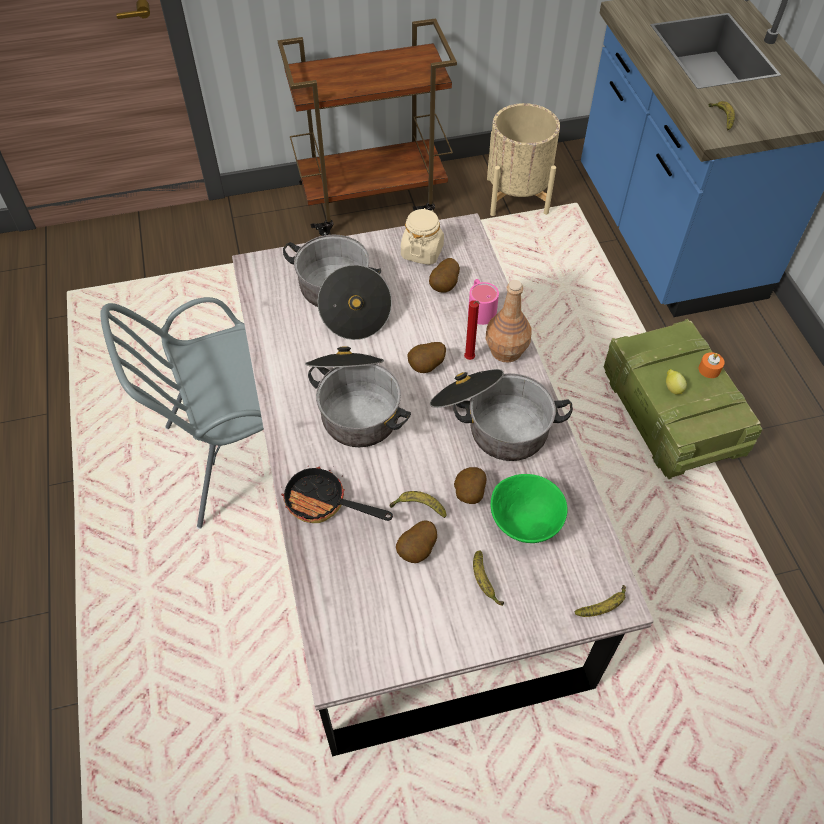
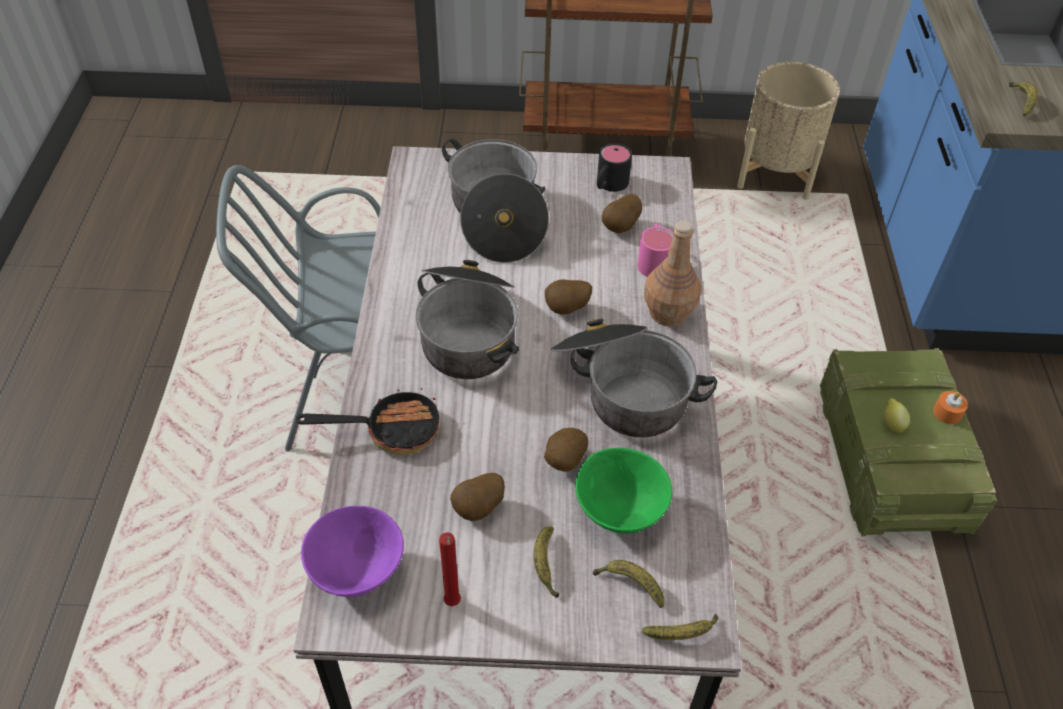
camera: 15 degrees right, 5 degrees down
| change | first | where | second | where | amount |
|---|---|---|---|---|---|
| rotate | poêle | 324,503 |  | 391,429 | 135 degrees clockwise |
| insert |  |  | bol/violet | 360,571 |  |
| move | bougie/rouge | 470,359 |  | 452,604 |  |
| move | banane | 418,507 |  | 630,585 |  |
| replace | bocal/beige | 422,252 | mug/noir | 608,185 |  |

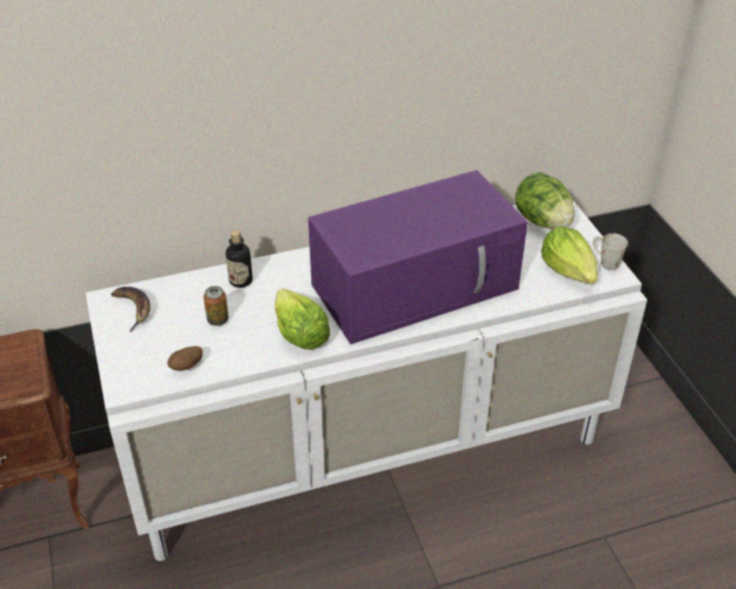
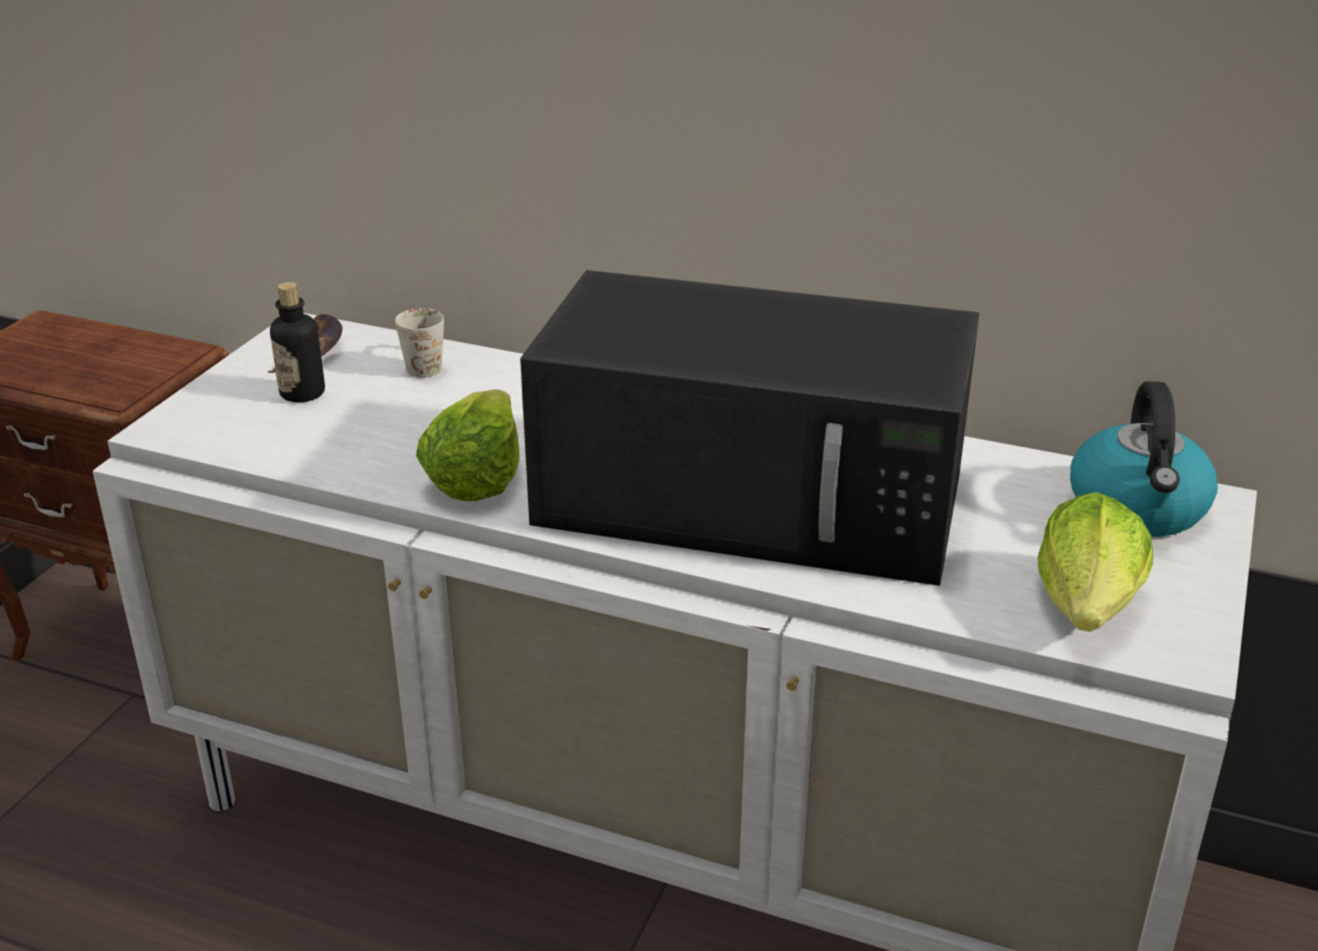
camera: 40 degrees right, 10 degrees down
| change | first | where | second | where | amount |
|---|---|---|---|---|---|
| move | bouteille | 241,281 |  | 302,393 |  |
| move | mug/blanc | 604,261 |  | 425,364 |  |
| recolor | micro-ondes/violet | 417,285 | micro-ondes/noir | 757,498 |  |
| replace | laitue | 542,221 | bouilloire | 1138,509 |  |
| delete | pomme de terre | 187,367 |  |  |  |
| delete | boîte métallique | 217,320 |  |  |  |

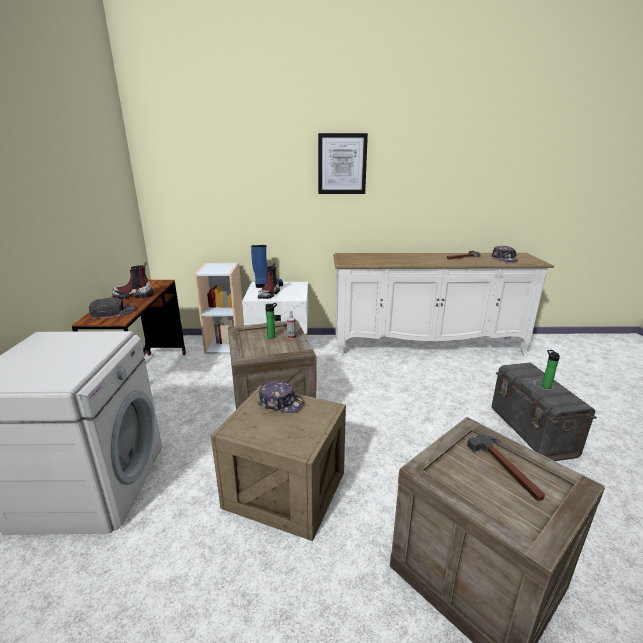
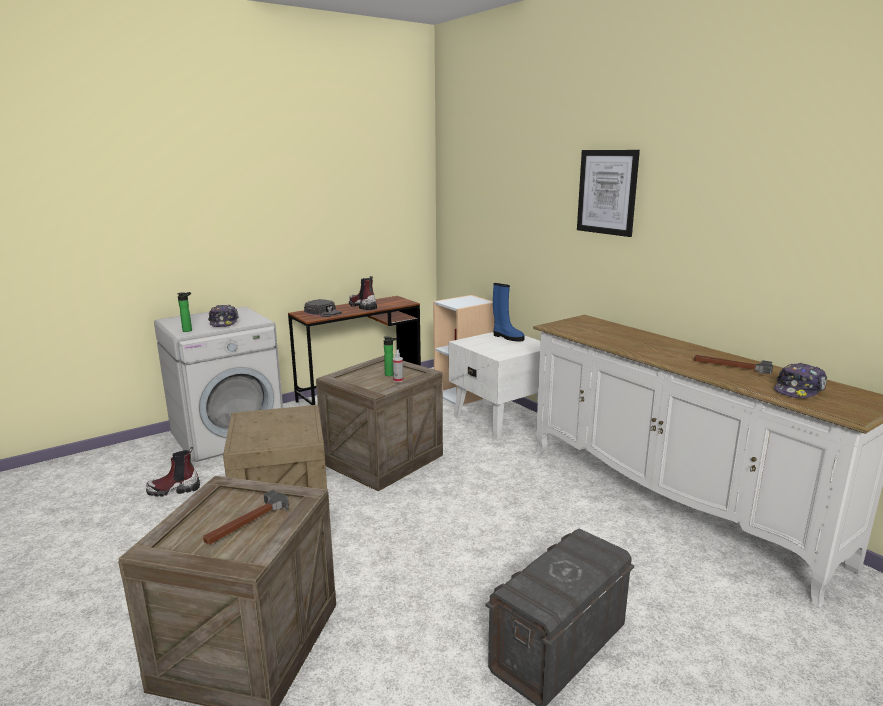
camera: 55 degrees right, 5 degrees down
| change | first | where | second | where | amount |
|---|---|---|---|---|---|
| move | botte | 269,294 |  | 174,490 |  |
| move | bouteille | 545,385 |  | 189,330 |  |
| move | casquette | 281,403 |  | 224,322 |  |

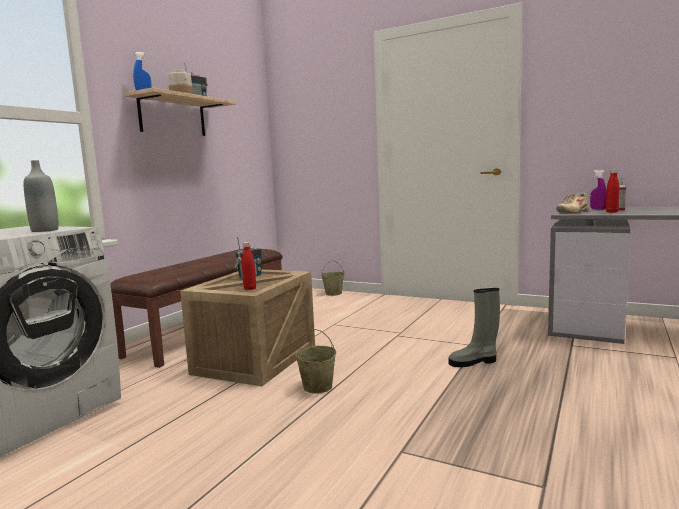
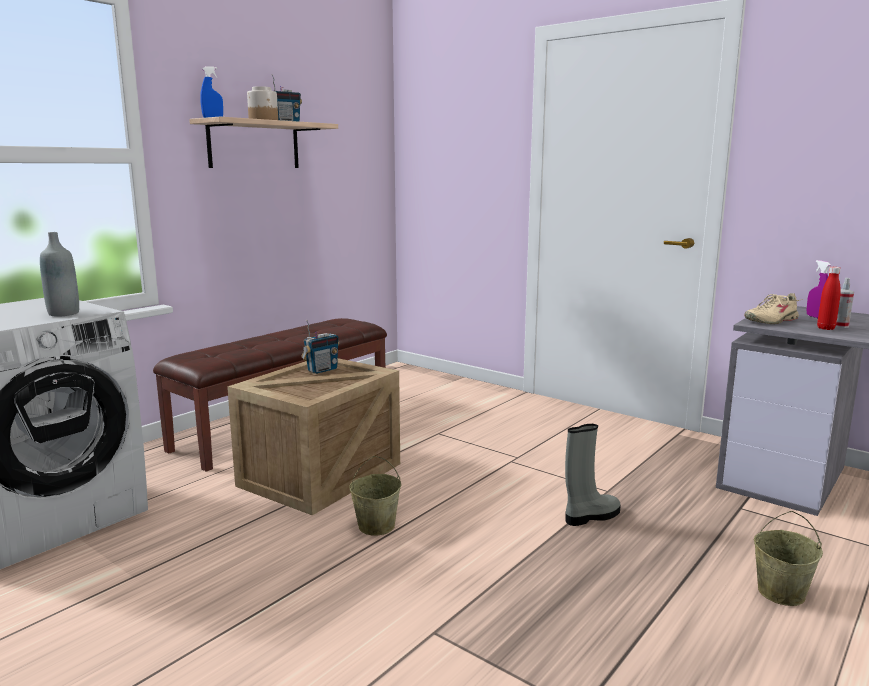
camera: 10 degrees right, 5 degrees up
| change | first | where | second | where | amount |
|---|---|---|---|---|---|
| rotate | botte/gris | 474,362 |  | 591,516 | 150 degrees clockwise |
| move | seau/beige | 334,293 |  | 781,592 |  |
| delete | bouteille/rouge | 250,288 |  |  |  |

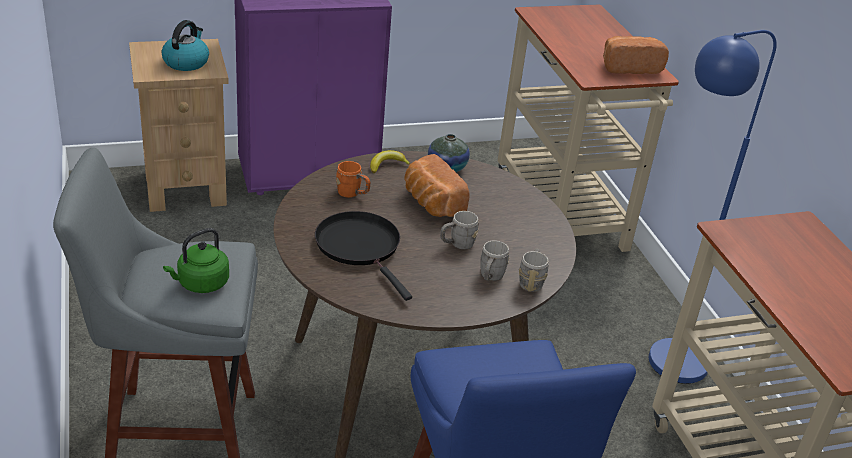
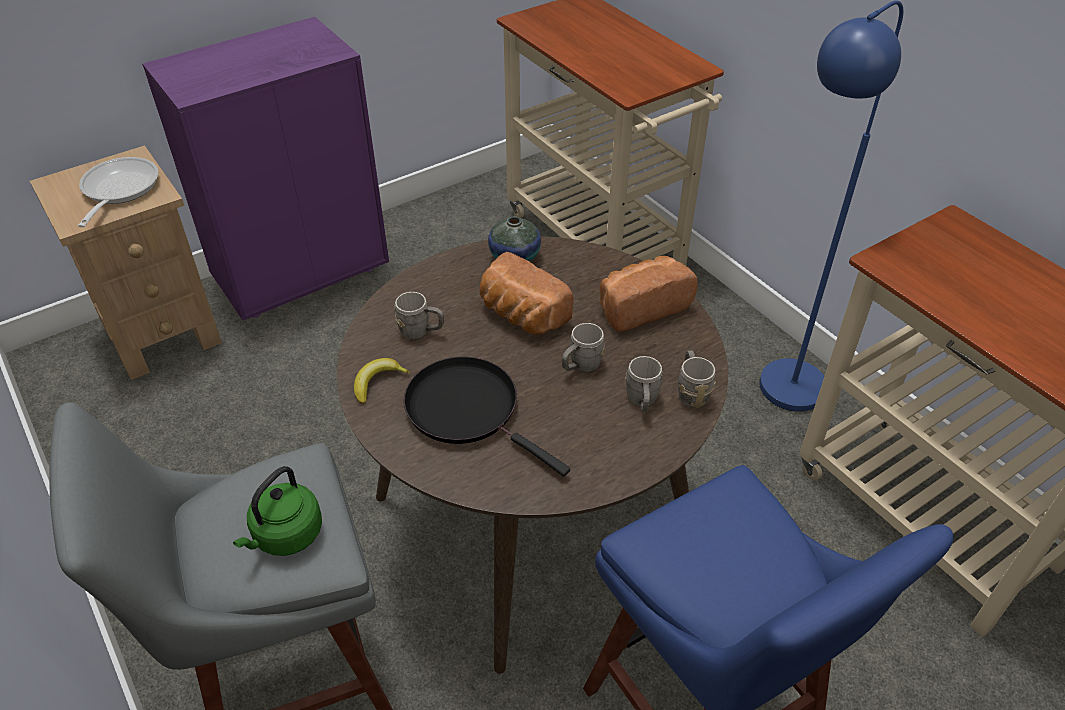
camera: 15 degrees left, 10 degrees up
| change | first | where | second | where | amount |
|---|---|---|---|---|---|
| replace | bouilloire | 186,62 | poêle | 118,190 |  |
| move | banane | 387,165 |  | 377,383 |  |
| recolor | mug/orange | 352,194 | mug/gris | 421,331 |  |
| move | pain | 629,67 |  | 641,307 |  |

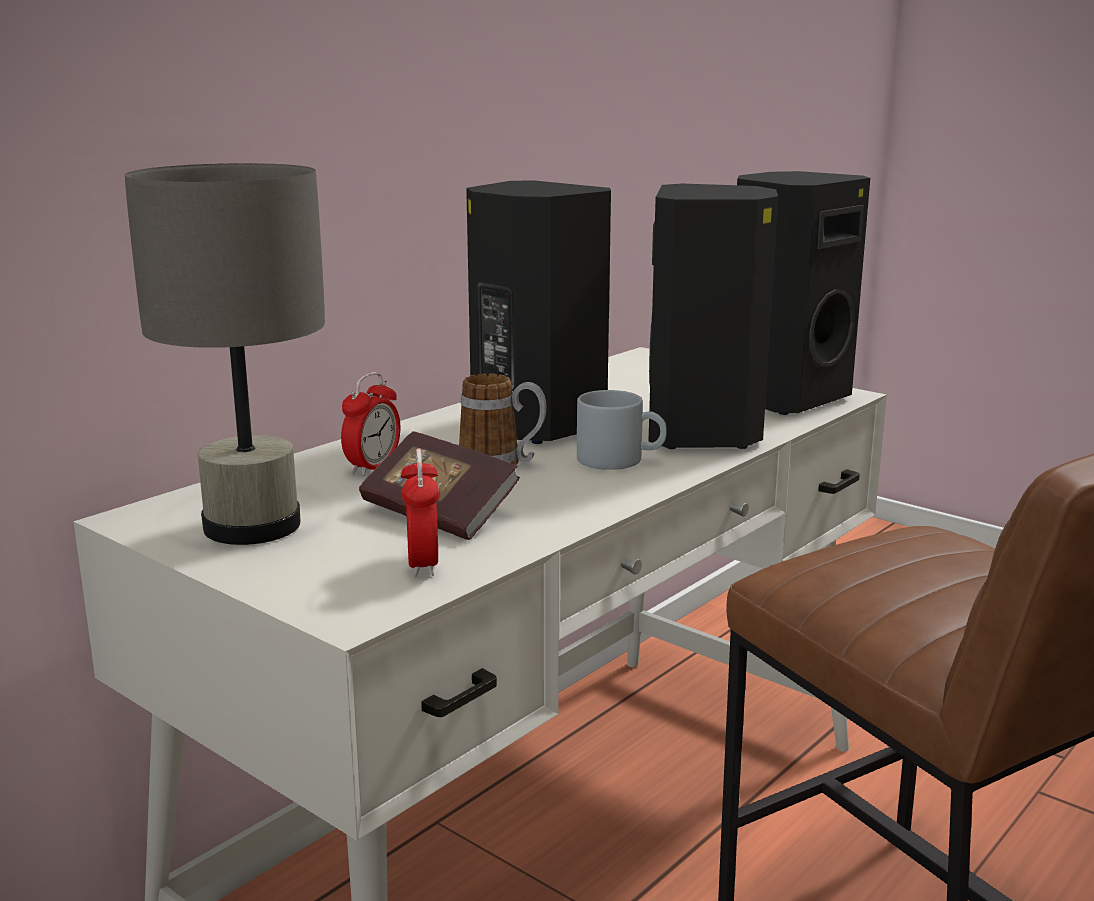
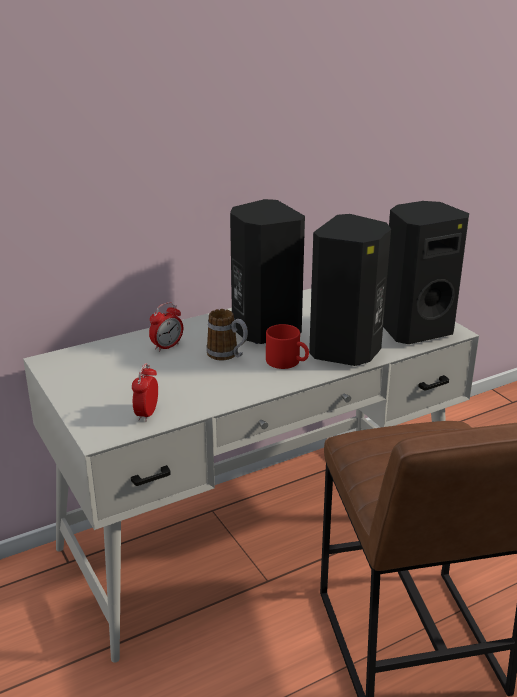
camera: 20 degrees right, 10 degrees up
| change | first | where | second | where | amount |
|---|---|---|---|---|---|
| recolor | mug/gris | 621,459 | mug/rouge | 288,362 |  |
| delete | lampe de table/gris | 252,525 |  |  |  |
| delete | livre | 439,514 |  |  |  |

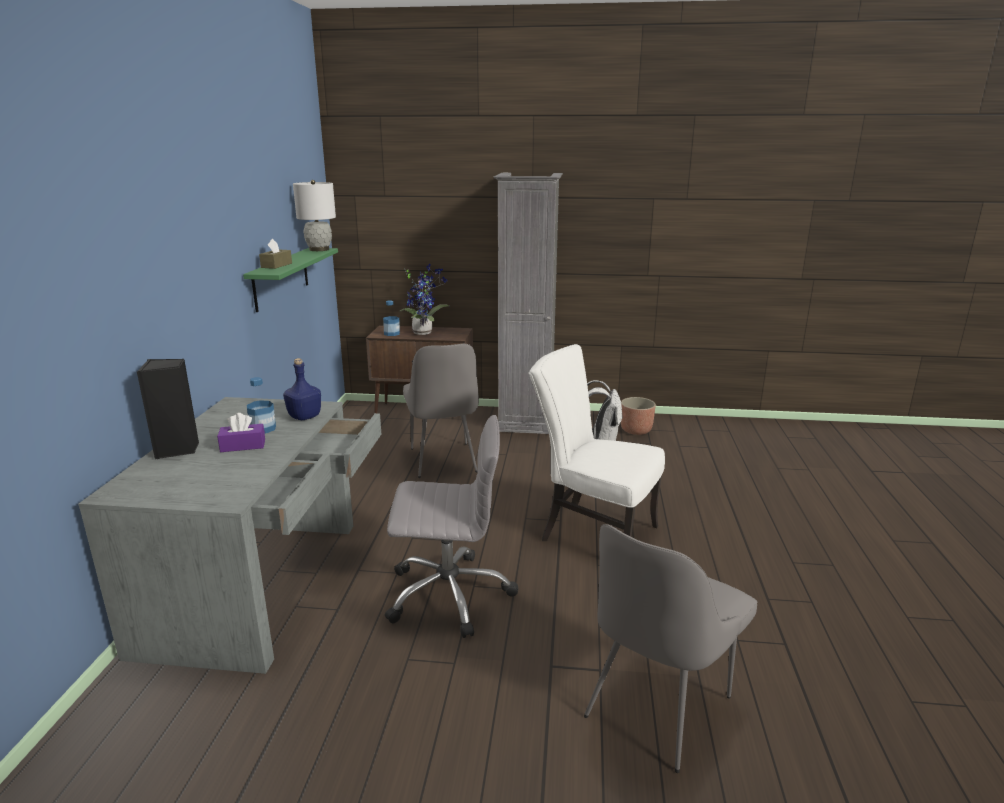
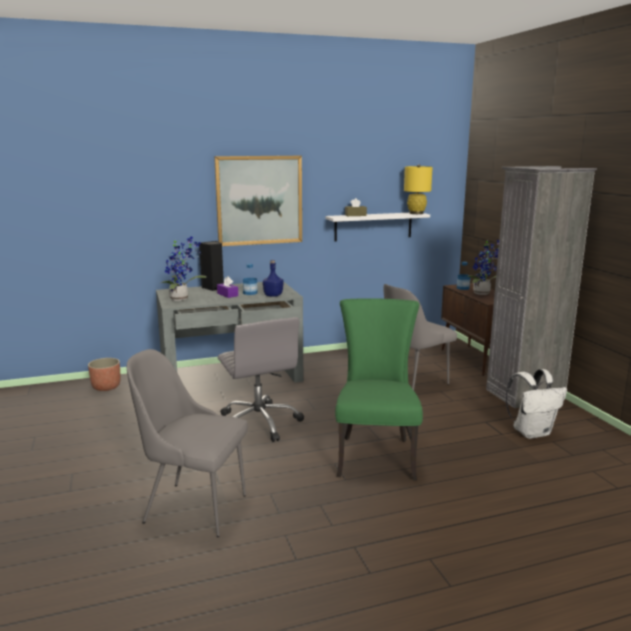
camera: 65 degrees right, 5 degrees down
| change | first | where | second | where | amount |
|---|---|---|---|---|---|
| move | cache-pot | 635,430 |  | 106,387 |  |
| insert |  |  | plante en pot | 181,299 |  |
| insert |  |  | tableau | 259,200 |  |
| recolor | étagère/vert | 281,278 | étagère/blanc | 373,226 |  |
| recolor | chaise/blanc | 592,532 | chaise/vert | 375,454 |  |
| recolor | lampe de table/blanc | 319,249 | lampe de table/jaune | 416,213 |  |

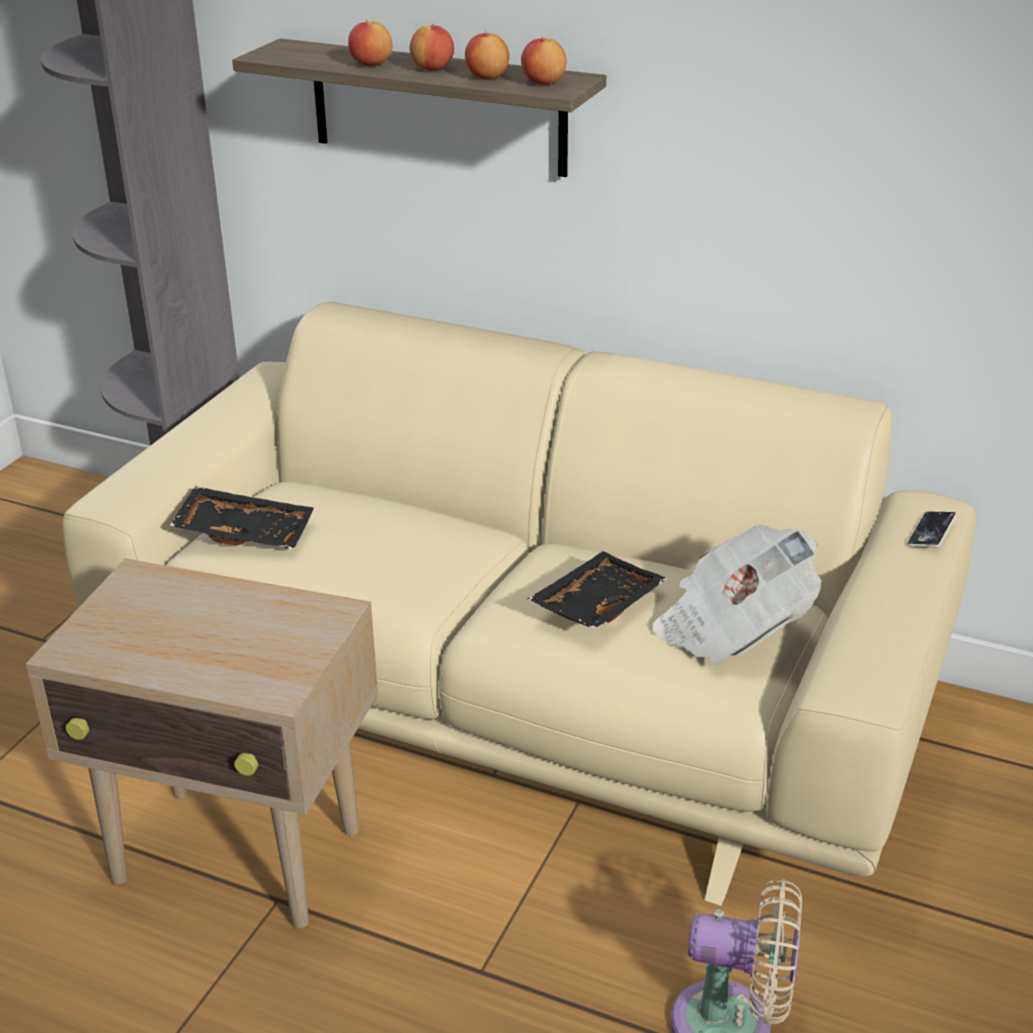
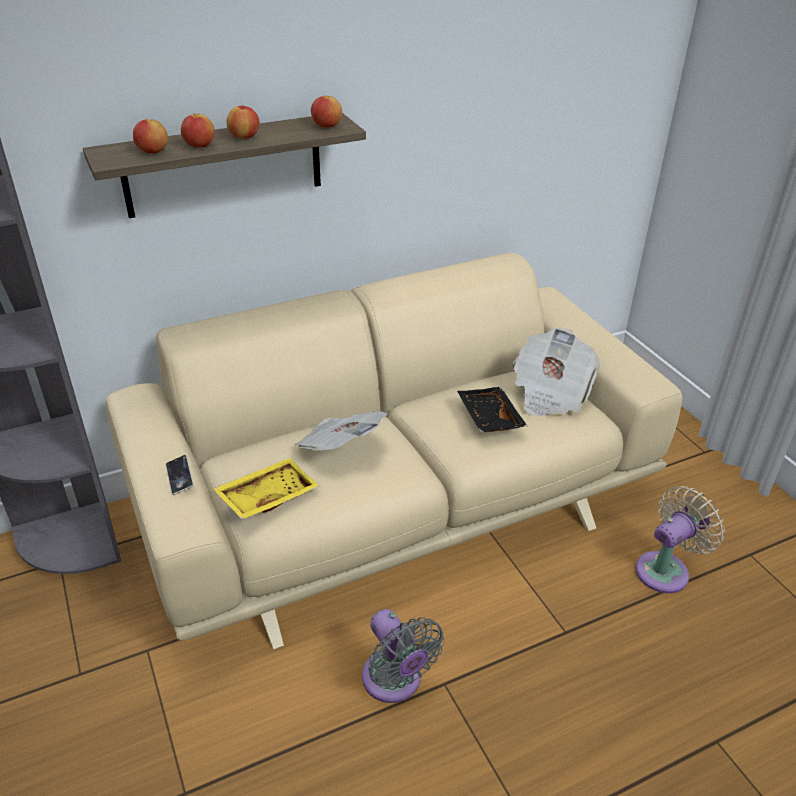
camera: 50 degrees left, 5 degrees up
| change | first | where | second | where | amount |
|---|---|---|---|---|---|
| move | pomme | 487,77 |  | 152,152 |  |
| move | téléphone | 931,533 |  | 180,477 |  |
| recolor | plateau/noir | 246,531 | plateau/jaune | 267,496 |  |
| insert |  |  | journal | 341,448 |  |
| replace | table d'appoint/beige | 239,857 | ventilateur/gris | 395,682 |  |

